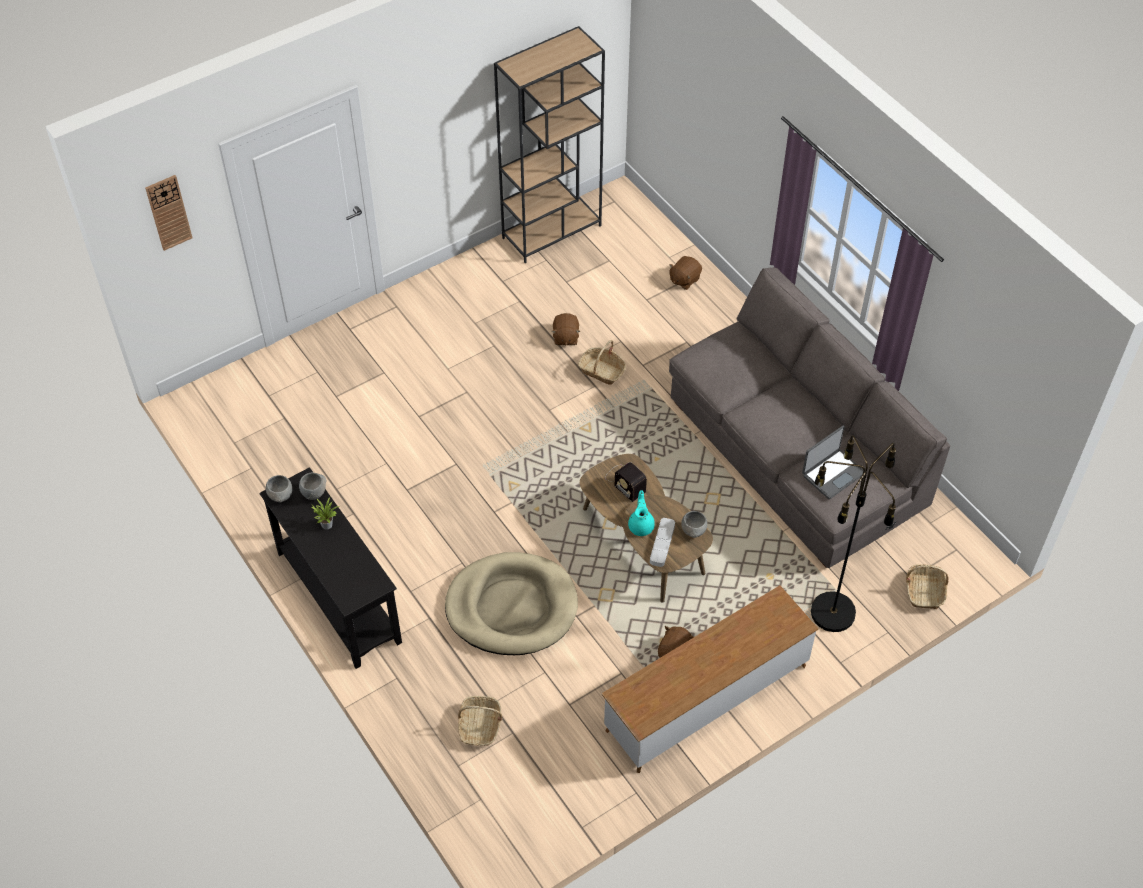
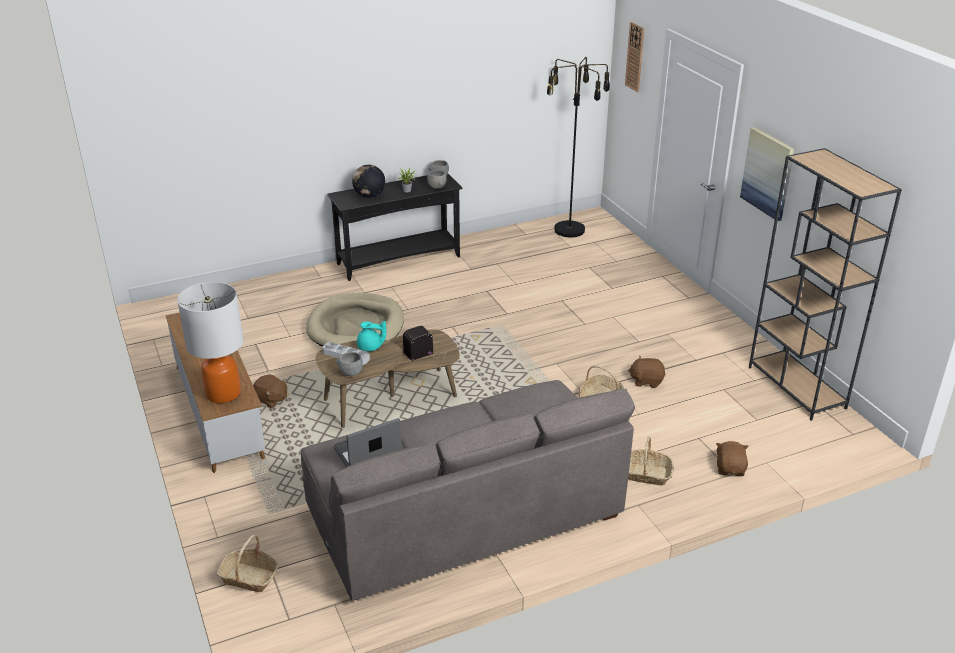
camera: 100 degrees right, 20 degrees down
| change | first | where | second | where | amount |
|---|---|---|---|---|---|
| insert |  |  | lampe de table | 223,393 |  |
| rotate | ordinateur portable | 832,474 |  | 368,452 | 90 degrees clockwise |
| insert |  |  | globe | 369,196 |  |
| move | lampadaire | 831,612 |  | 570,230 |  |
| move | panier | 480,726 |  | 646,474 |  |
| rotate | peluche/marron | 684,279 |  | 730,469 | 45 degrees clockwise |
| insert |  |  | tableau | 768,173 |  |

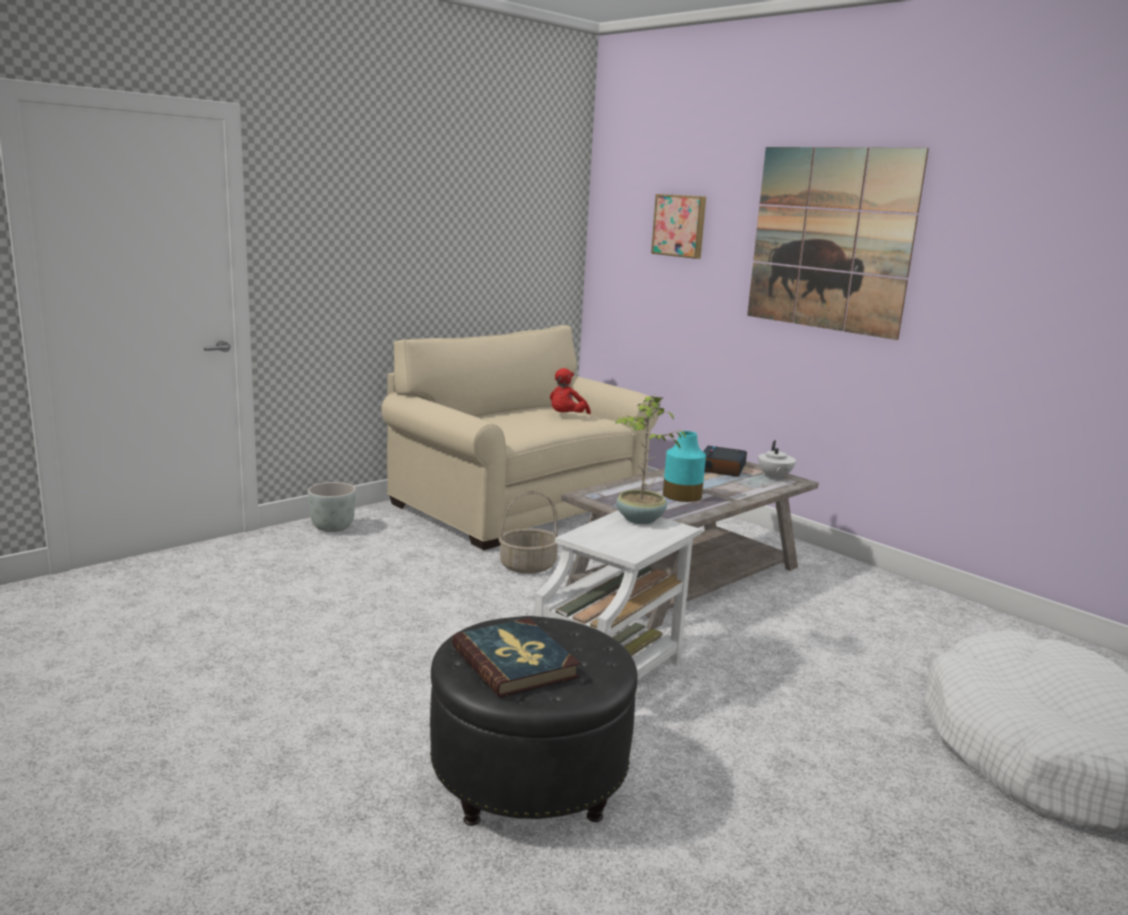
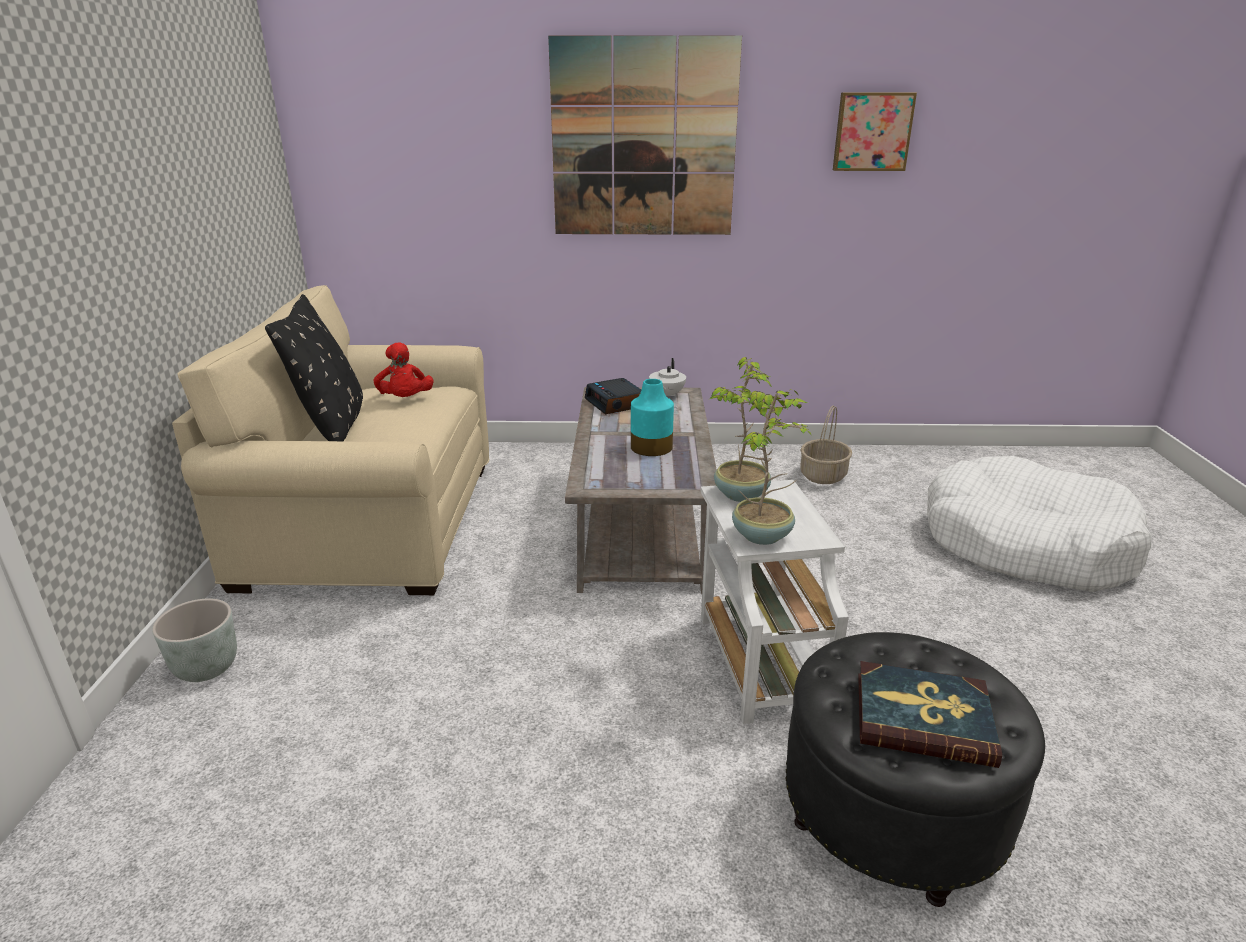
camera: 45 degrees left, 10 degrees up
| change | first | where | second | where | amount |
|---|---|---|---|---|---|
| insert |  |  | coussin/noir | 333,424 |  |
| rotate | théière/blanc | 774,477 |  | 666,395 | 60 degrees clockwise |
| insert |  |  | plante en pot | 763,535 |  |
| move | panier | 528,566 |  | 822,475 |  |
| move | tableau | 680,226 |  | 872,132 |  |

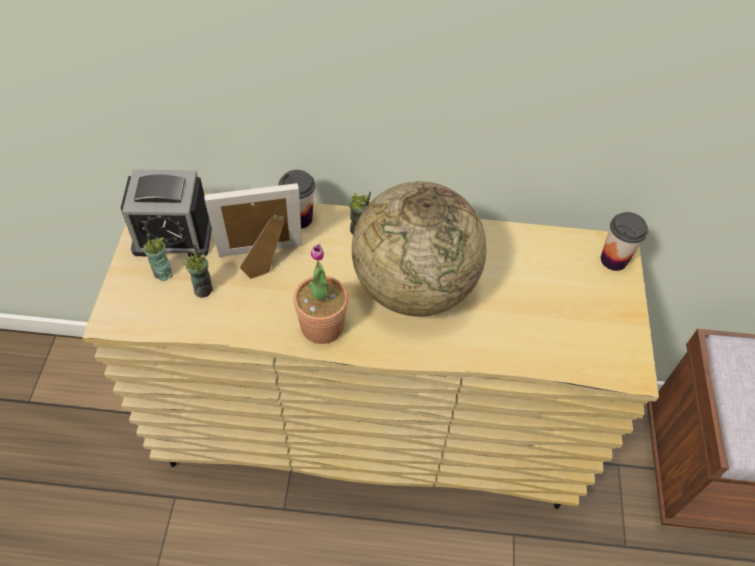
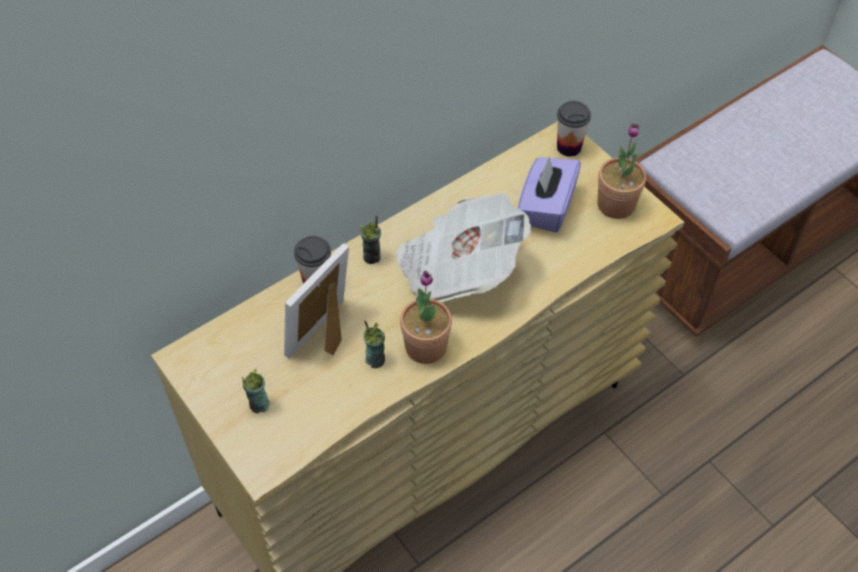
camera: 40 degrees left, 0 degrees up
| change | first | where | second | where | amount |
|---|---|---|---|---|---|
| move | tasse | 203,289 |  | 375,359 |  |
| replace | globe | 413,287 | journal | 458,269 |  |
| insert |  |  | boîte à mouchoirs/violet | 546,207 |  |
| insert |  |  | plante en pot | 616,205 |  |
| delete | réveil | 173,235 |  |  |  |

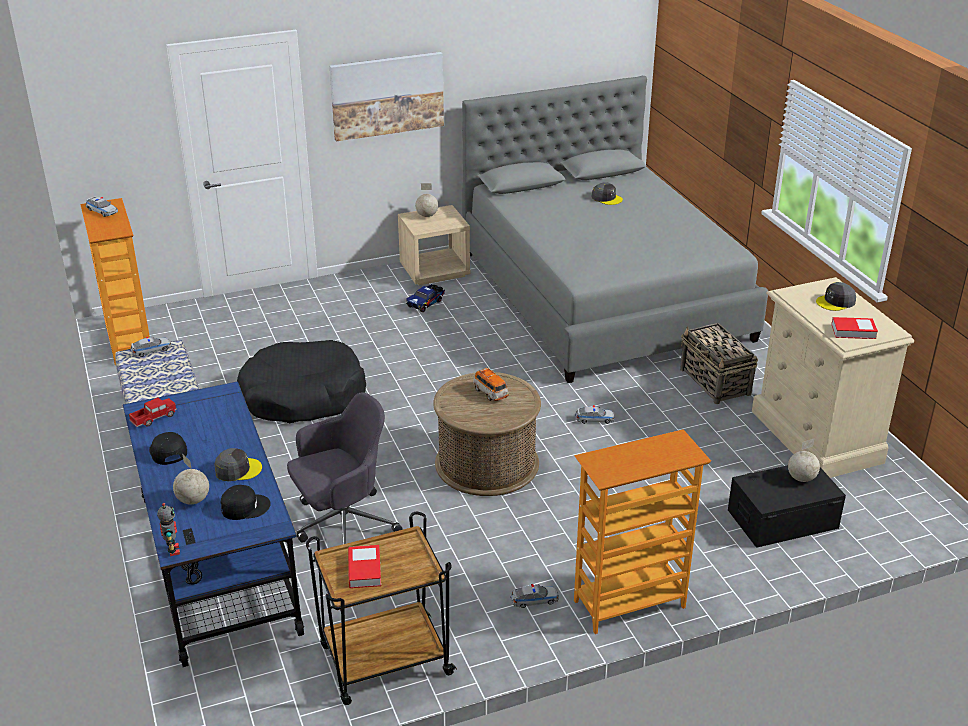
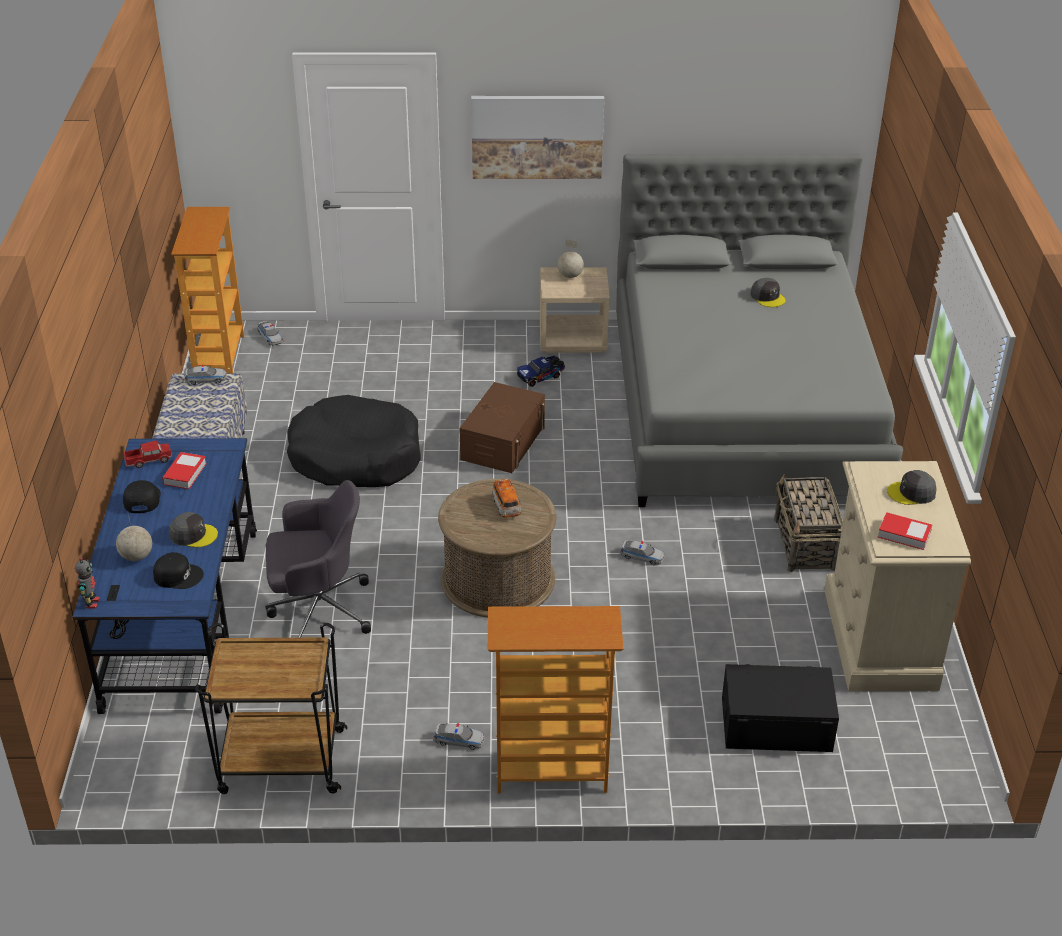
camera: 20 degrees right, 5 degrees up
| change | first | where | second | where | amount |
|---|---|---|---|---|---|
| move | livre | 364,570 |  | 185,474 |  |
| move | petite voiture | 102,211 |  | 270,337 |  |
| insert |  |  | boîte de rangement/marron | 503,442 |  |
| delete | globe | 801,478 |  |  |  |

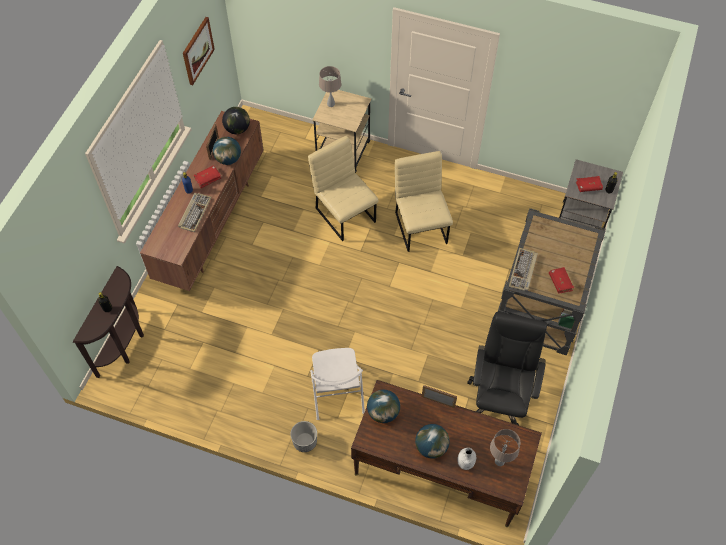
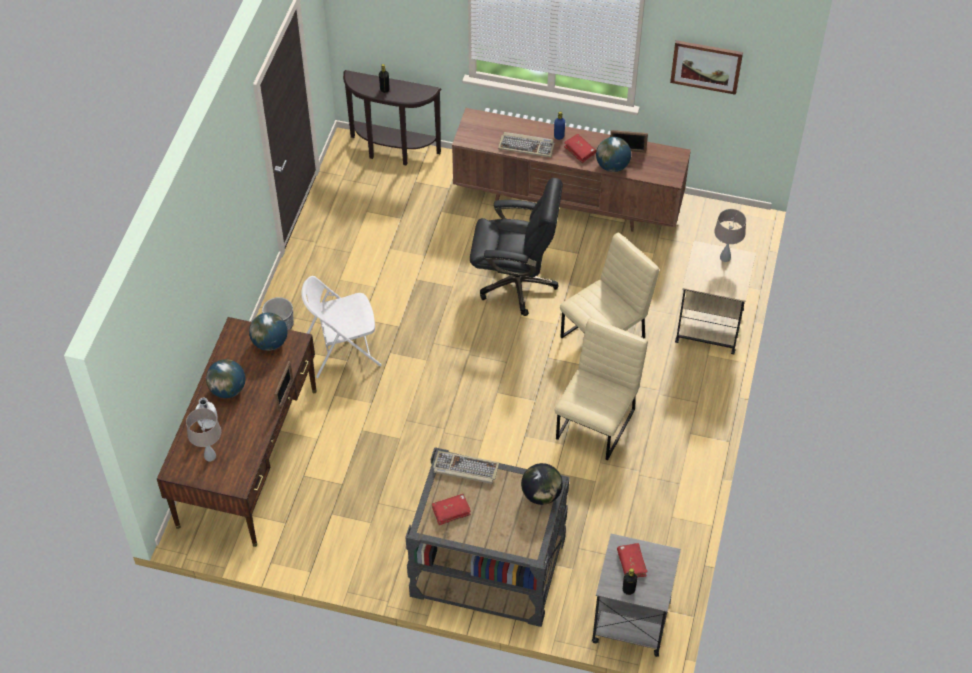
camera: 85 degrees right, 5 degrees down
| change | first | where | second | where | amount |
|---|---|---|---|---|---|
| move | chaise de bureau/noir | 499,399 |  | 515,284 |  |
| move | globe | 237,129 |  | 541,494 |  |
| rotate | chaise/beige | 421,226 |  | 597,422 | 45 degrees counterclockwise |

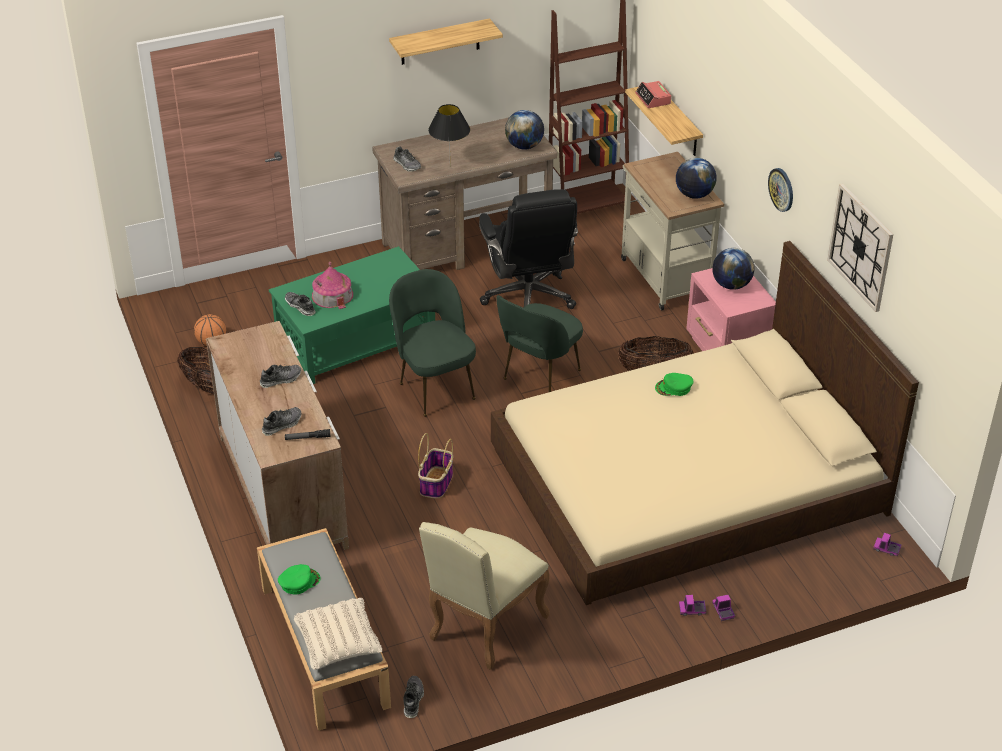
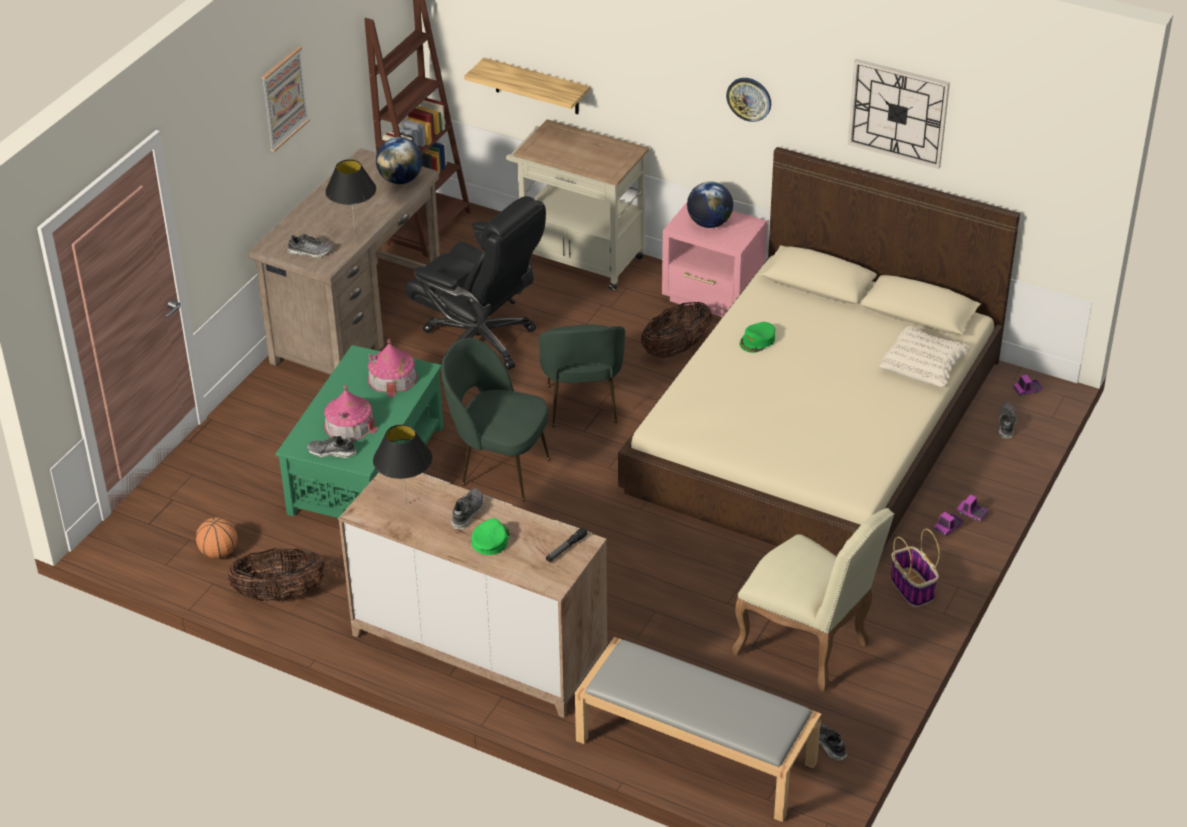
camera: 40 degrees left, 0 degrees up
| change | first | where | second | where | amount |
|---|---|---|---|---|---|
| replace | étagère | 440,42 | tableau | 284,98 |  |
| insert |  |  | maison miniature | 392,378 |  |
| insert |  |  | lampe de table/noir | 406,504 |  |
| move | casquette/vert | 299,581 |  | 490,540 |  |
| rotate | chaise/beige | 483,627 |  | 806,647 | 45 degrees counterclockwise |
| move | coussin/beige | 338,640 |  | 923,365 |  |
| move | panier | 436,483 |  | 913,588 |  |
| move | chaussure | 282,425 |  | 1006,424 |  |
| delete | réveil | 653,99 |  |  |  |
| delete | globe | 694,195 |  |  |  |

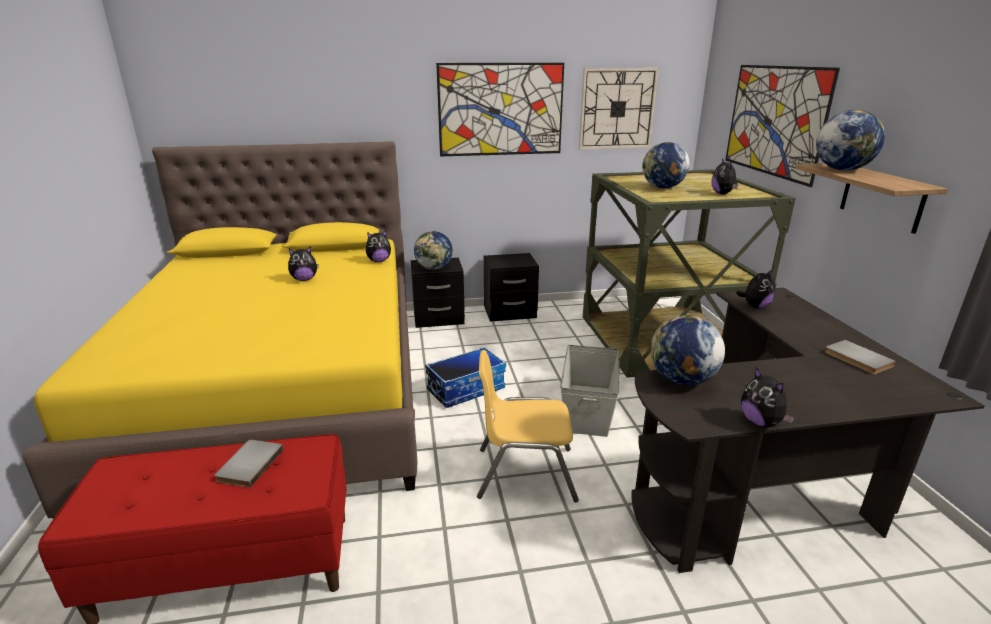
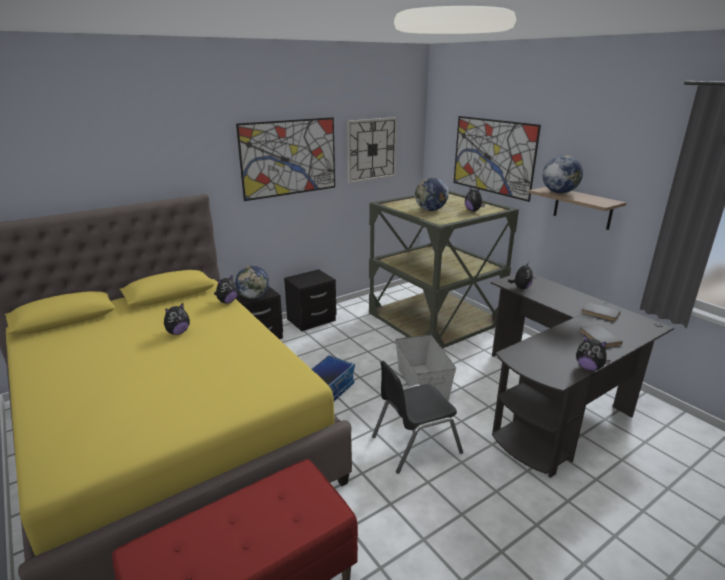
camera: 25 degrees left, 0 degrees up
| change | first | where | second | where | amount |
|---|---|---|---|---|---|
| recolor | chaise/jaune | 525,473 | chaise/noir | 415,444 |  |
| move | livre/gris | 248,464 |  | 598,337 |  |
| delete | globe | 681,380 |  |  |  |

